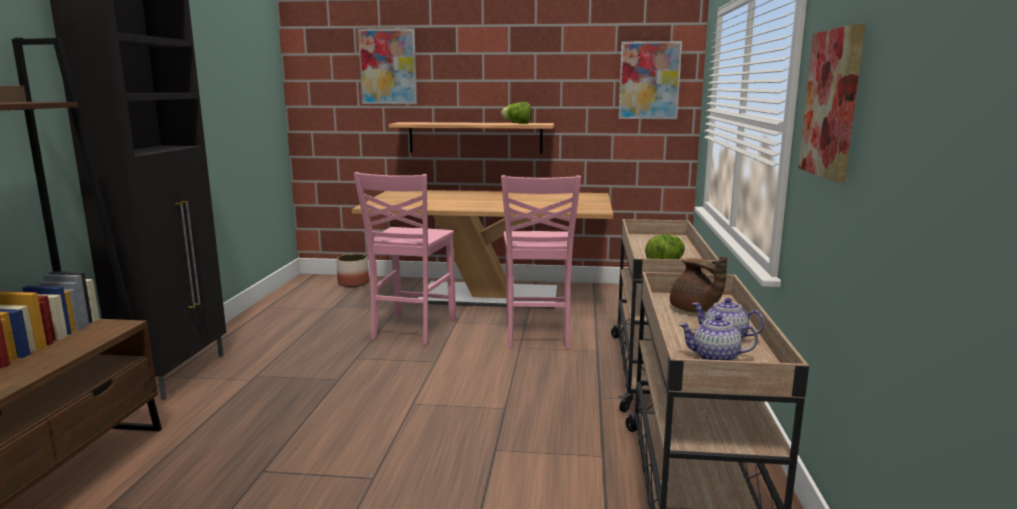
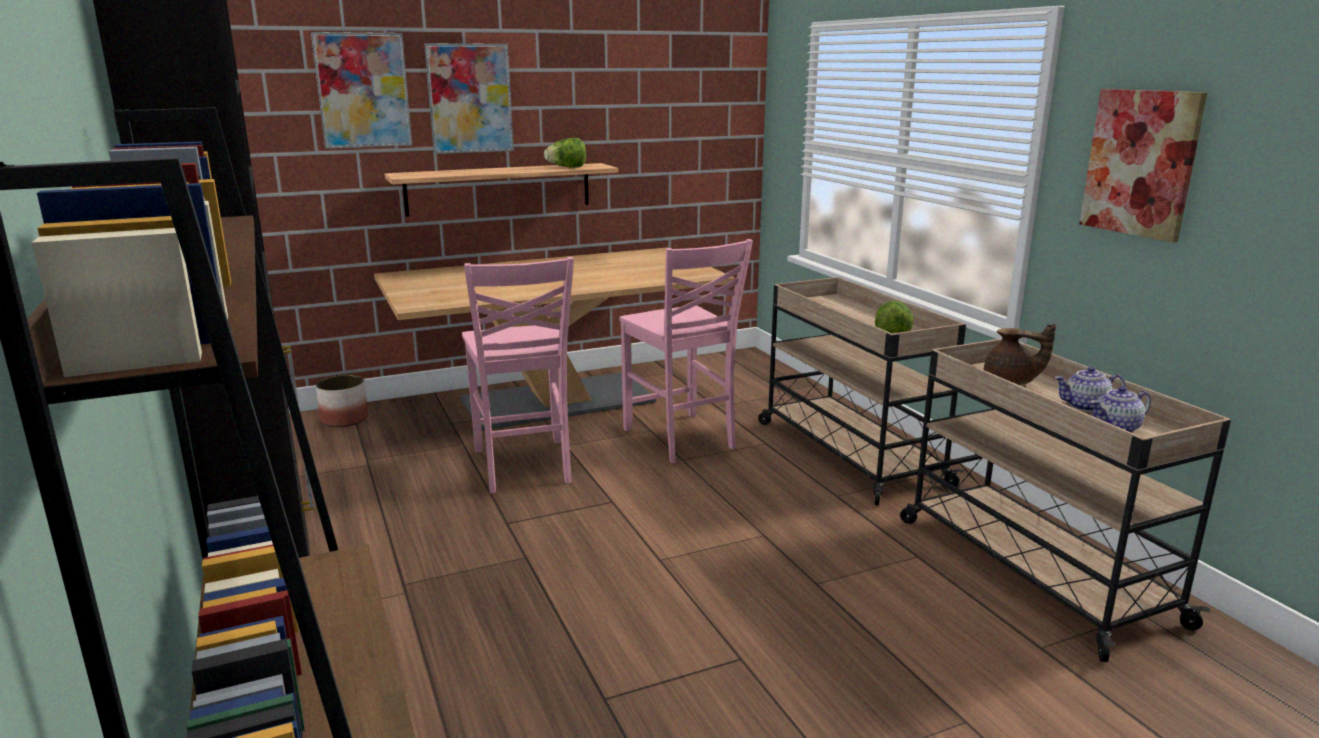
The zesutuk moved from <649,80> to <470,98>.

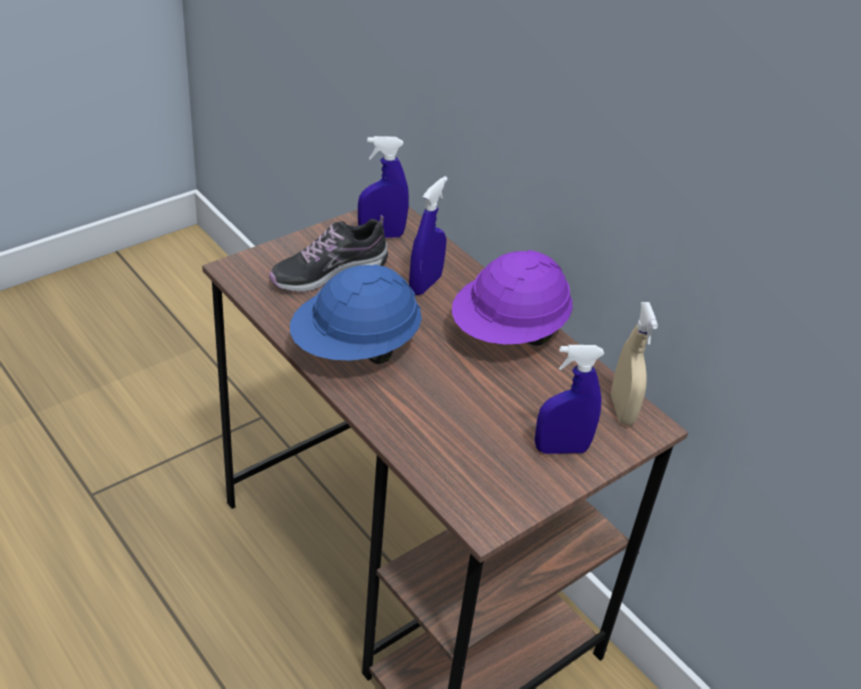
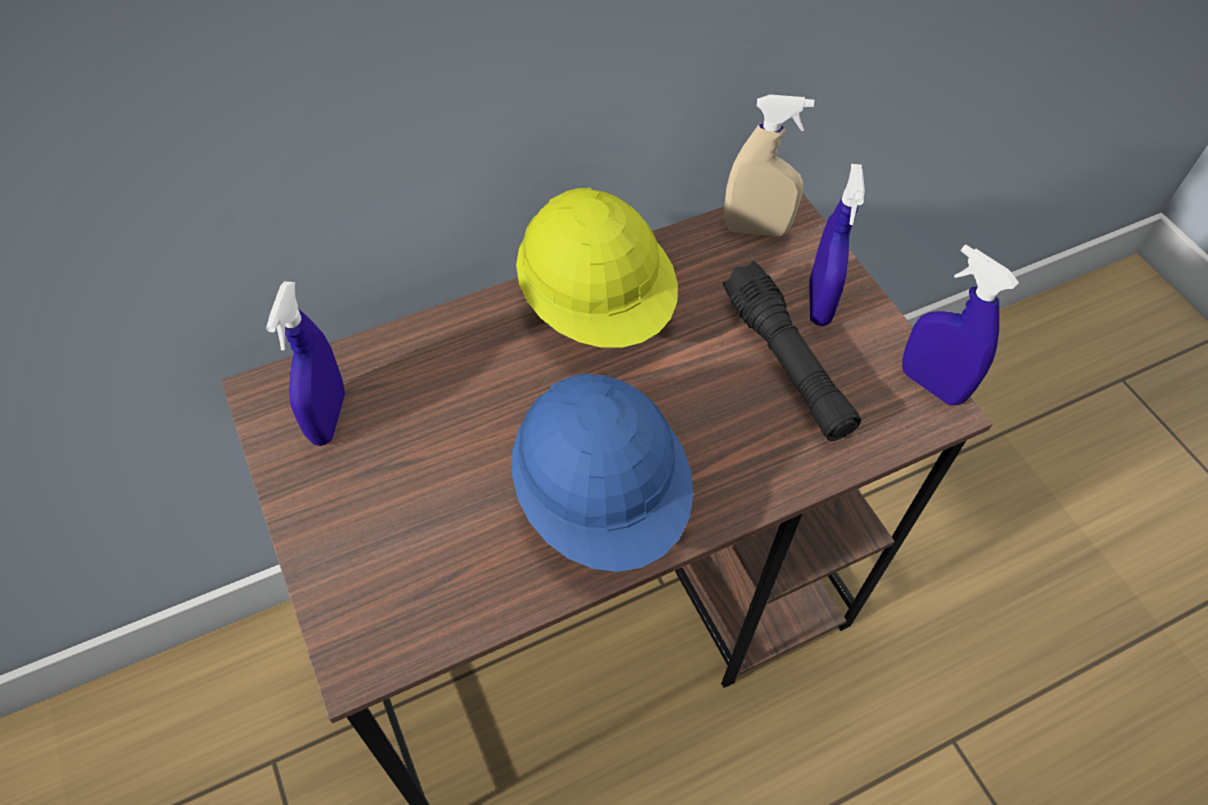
The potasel at <328,272> disappeared.
The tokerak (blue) moved from <425,284> to <931,384>.
The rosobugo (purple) at <508,332> became the rosobugo (yellow) at <597,306>.
The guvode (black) at <786,363> appeared.

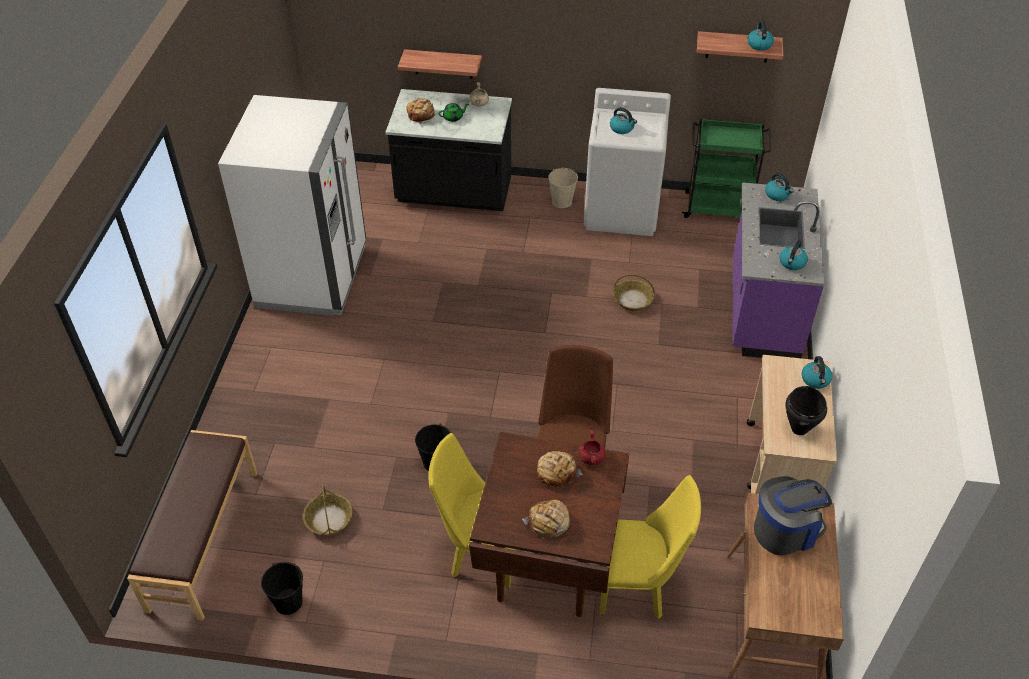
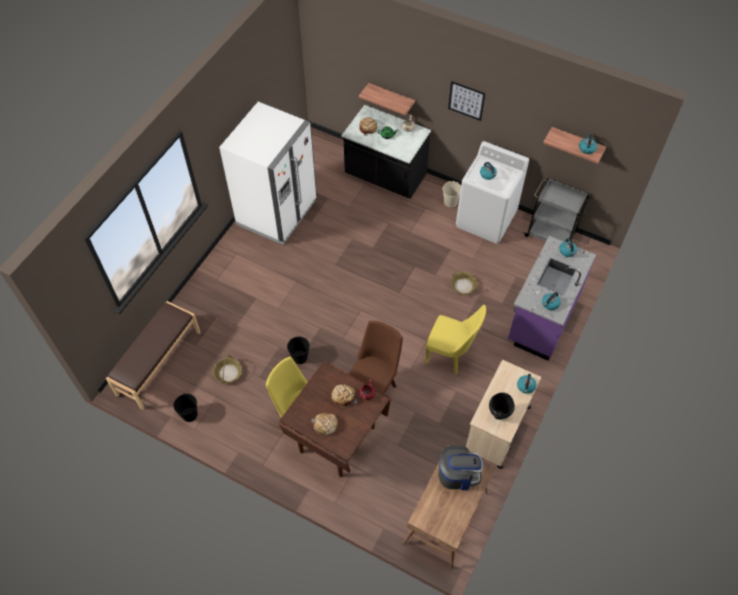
The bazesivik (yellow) moved from <637,587> to <451,355>.
The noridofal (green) at <718,207> became the noridofal (grey) at <551,235>.
The zesutuk at <466,100> appeared.

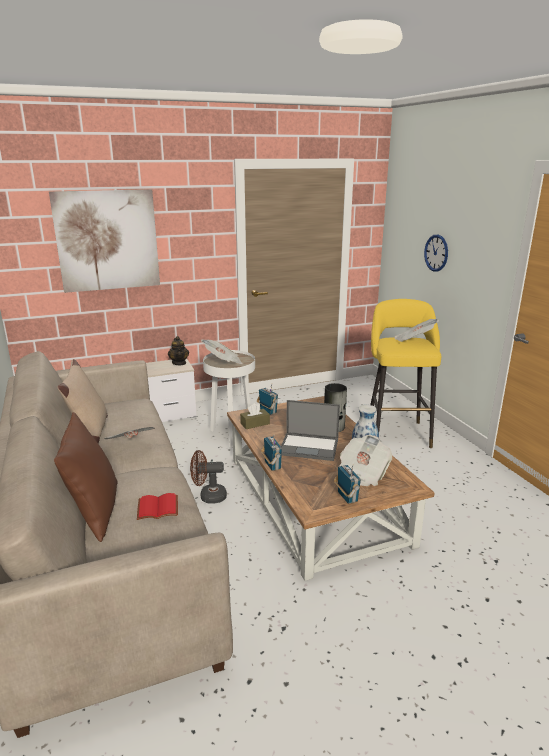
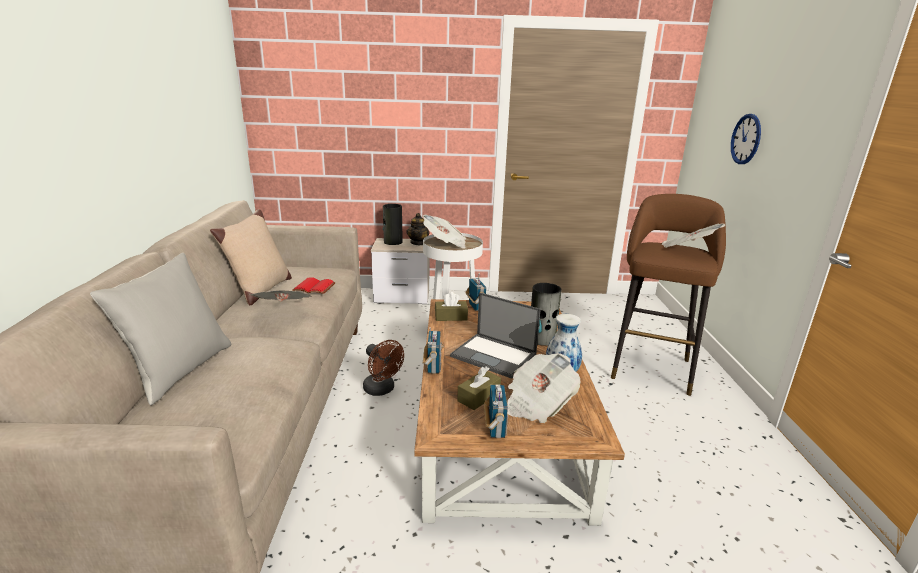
The zesutuk at <107,240> disappeared.
The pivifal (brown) at <94,512> became the pivifal (grey) at <180,371>.
The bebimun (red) moved from <157,509> to <313,288>.
The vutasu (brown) at <208,496> turned 150 degrees counterclockwise.
The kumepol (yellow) at <397,432> became the kumepol (brown) at <651,366>.
The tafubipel at <392,242> appeared.
The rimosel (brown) at <479,397> appeared.

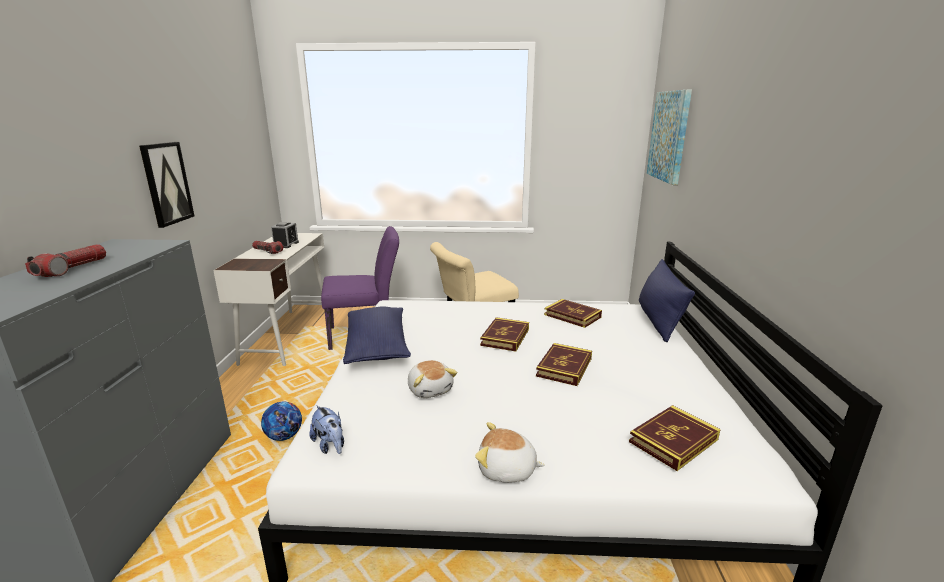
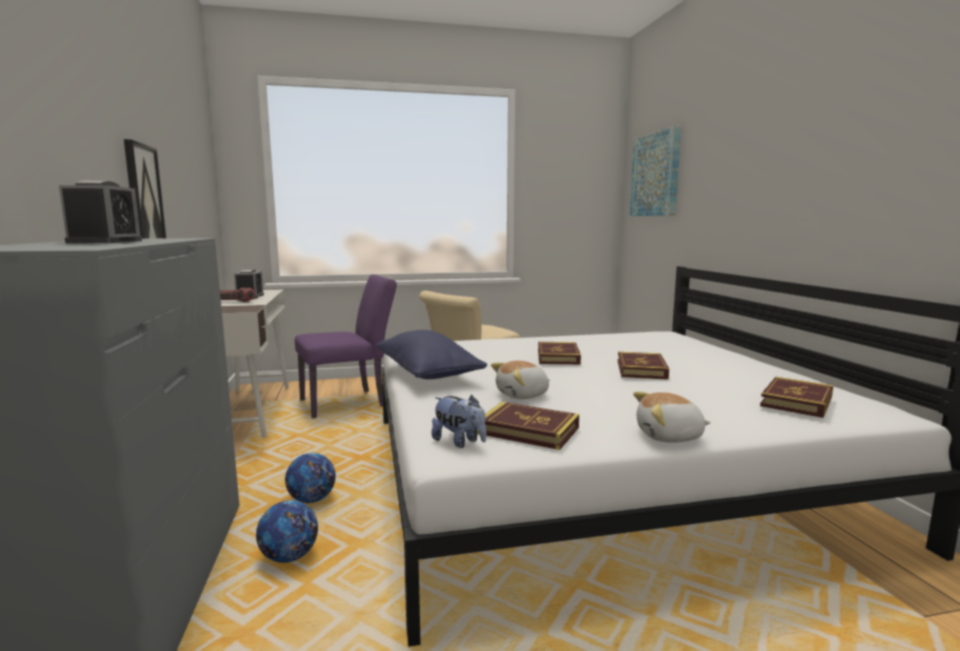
The guvode at <72,269> was replaced by the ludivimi at <105,242>.
The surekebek at <430,389> turned 105 degrees clockwise.
The bebimun moved from <572,316> to <528,430>.
The pivifal (blue) at <658,320> disappeared.
The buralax at <289,557> appeared.

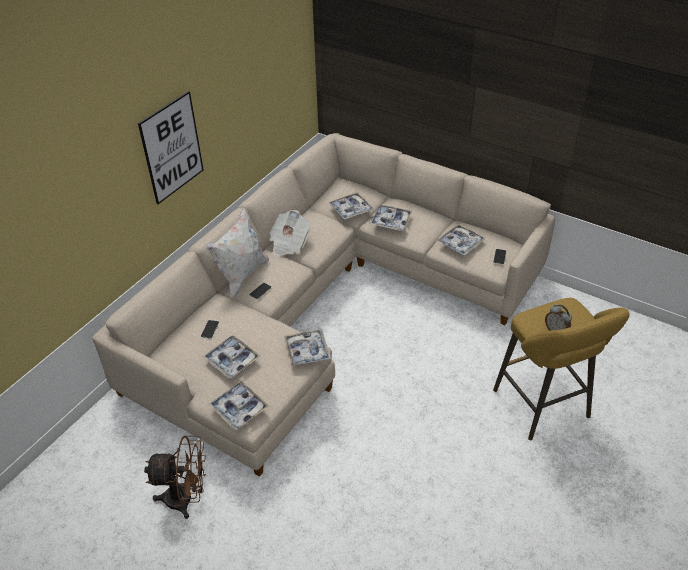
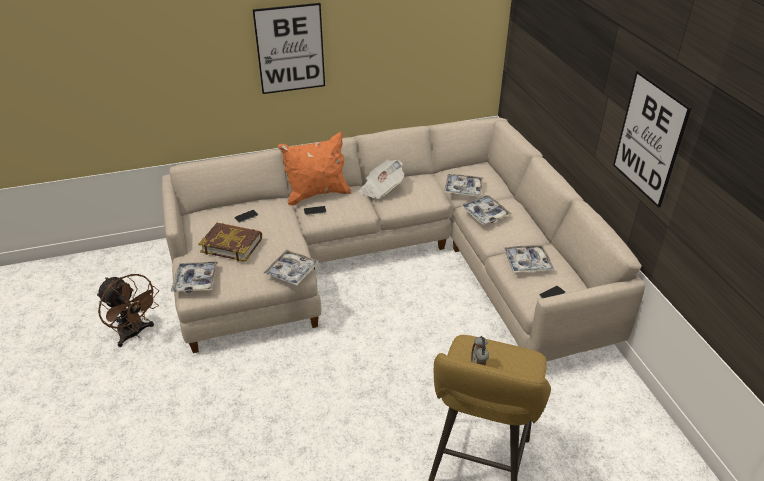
The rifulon at <232,360> was replaced by the bebimun at <232,245>.
The pivifal (white) at <242,276> became the pivifal (orange) at <317,194>.
The zesutuk at <649,139> appeared.

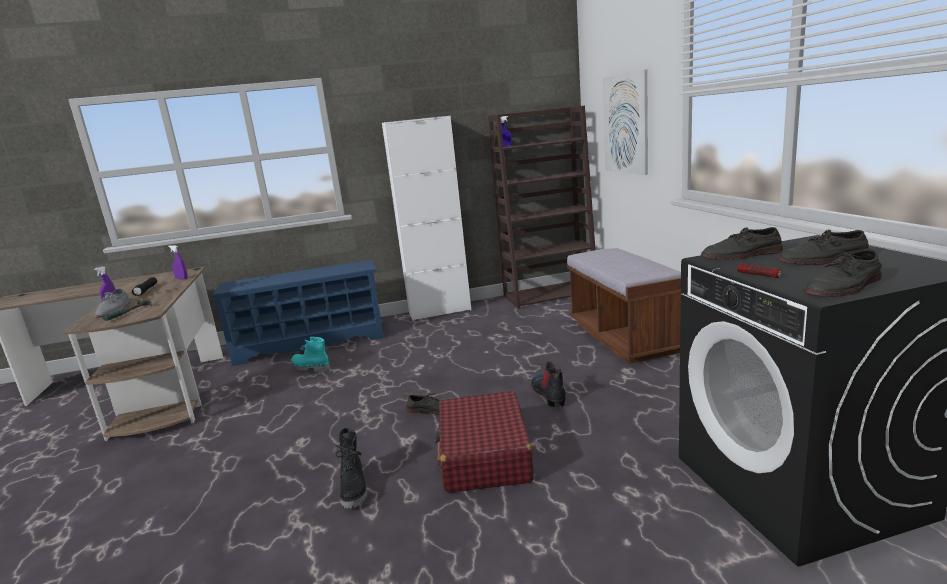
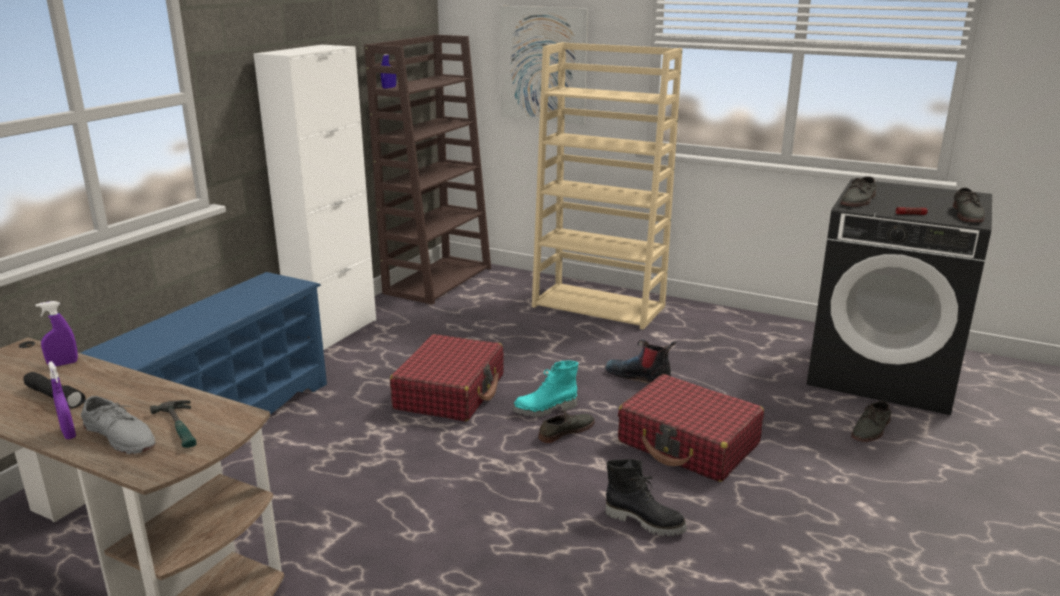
The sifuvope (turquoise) moved from <310,368> to <545,410>.
The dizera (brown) at <624,337> was replaced by the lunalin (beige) at <600,306>.
The potasel (grey) moved from <823,260> to <871,429>.
The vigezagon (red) at <450,392> appeared.

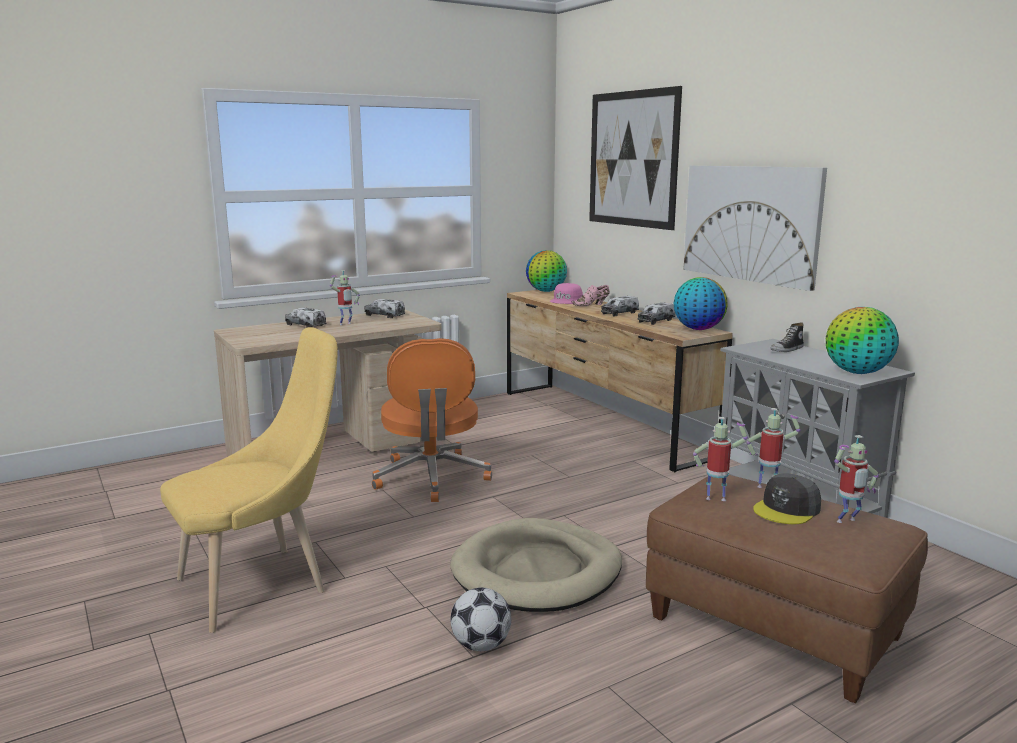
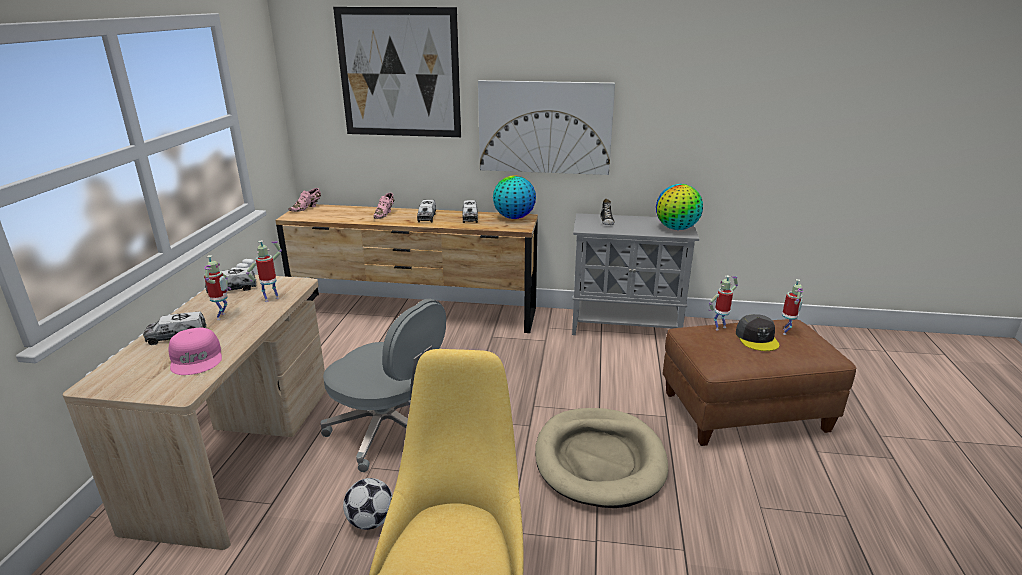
The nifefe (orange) at <431,478> became the nifefe (grey) at <389,431>.
The buralax moved from <481,645> to <370,521>.
The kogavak at <546,291> was replaced by the potasel (pink) at <307,208>.
The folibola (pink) moved from <567,300> to <197,358>.
The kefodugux moved from <716,498> to <271,298>.

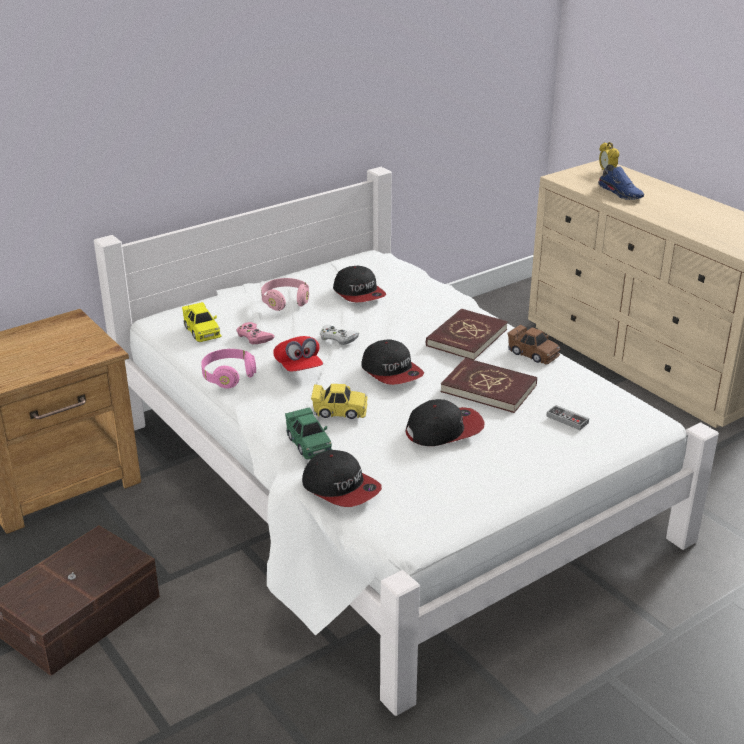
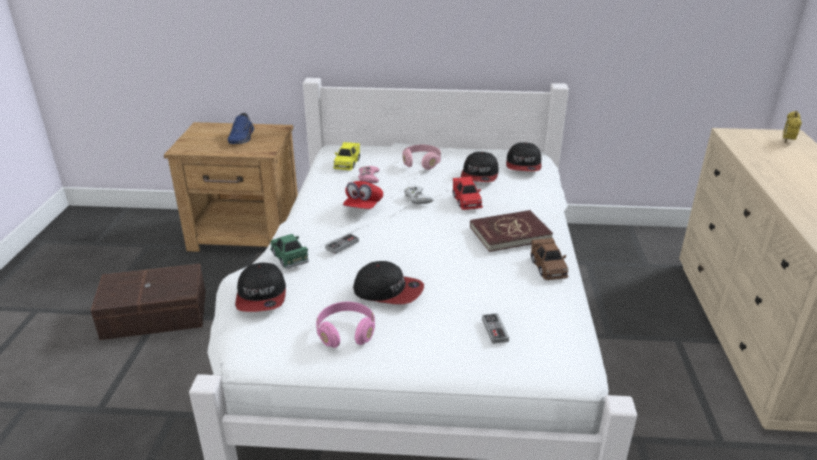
The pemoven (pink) moved from <228,376> to <346,333>.
The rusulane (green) at <309,443> turned 135 degrees clockwise.
The rusulane (yellow) at <340,411> was replaced by the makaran at <342,245>.
The folibola moved from <392,371> to <523,165>.
The bebimun (red) at <489,388> disappeared.
The potasel (blue) moved from <621,193> to <242,138>.
The rusulane (red) at <466,201> appeared.

